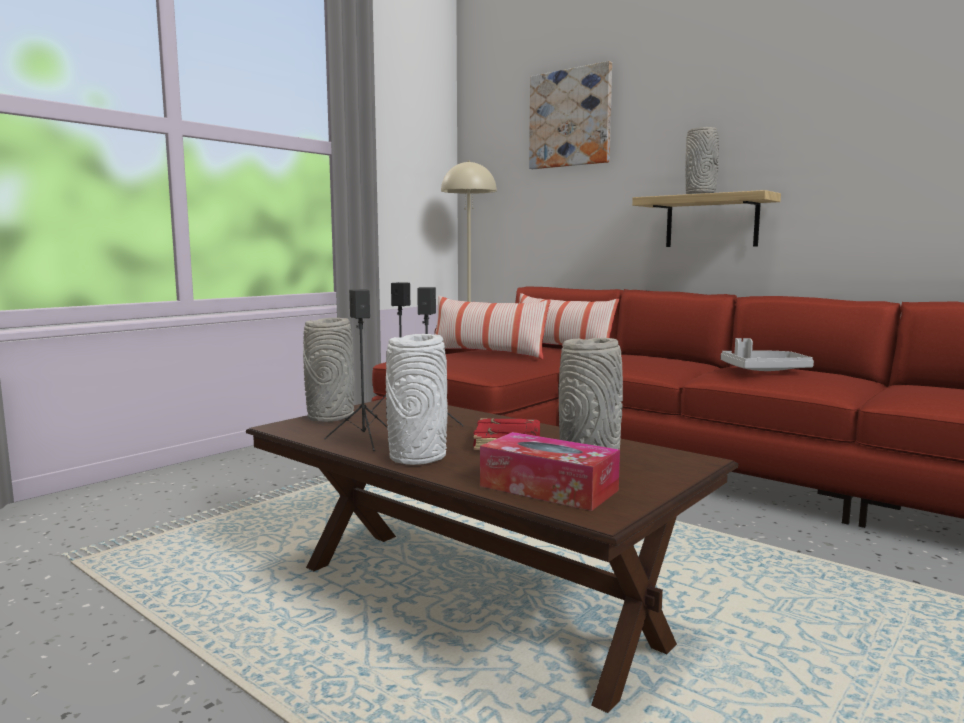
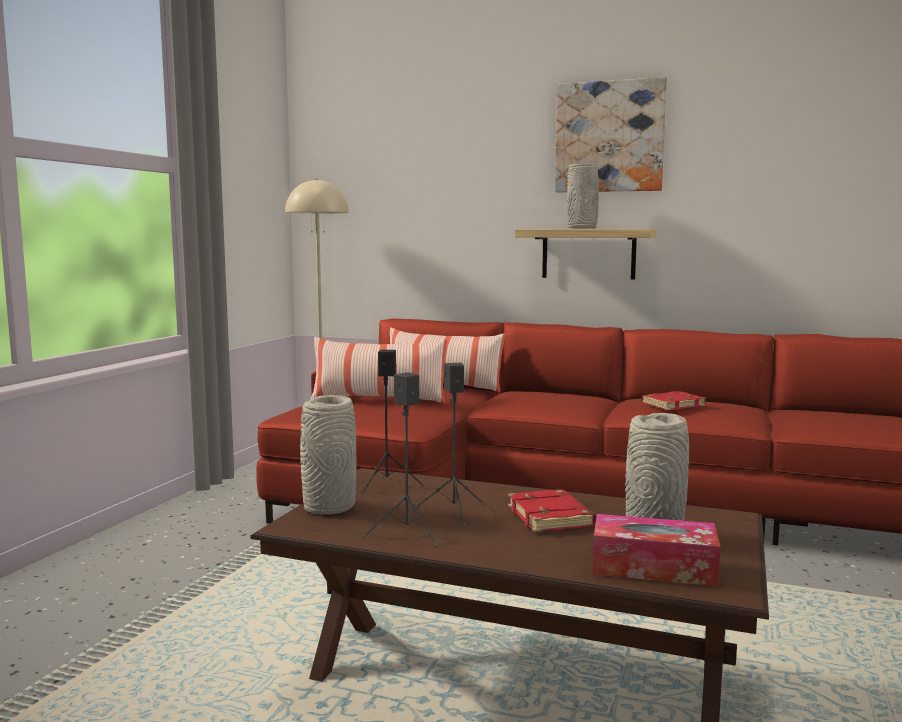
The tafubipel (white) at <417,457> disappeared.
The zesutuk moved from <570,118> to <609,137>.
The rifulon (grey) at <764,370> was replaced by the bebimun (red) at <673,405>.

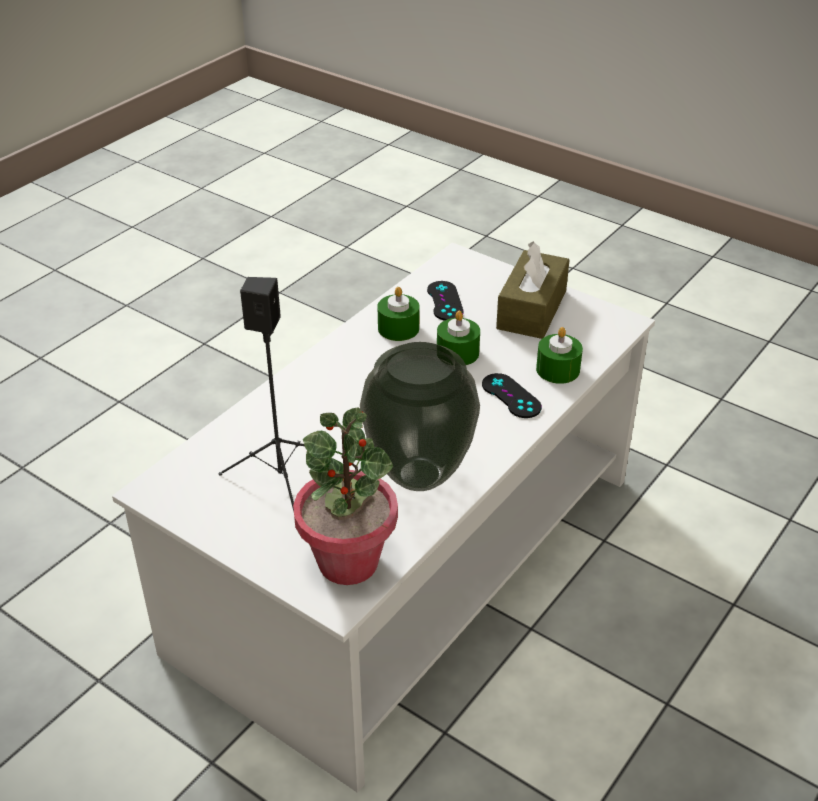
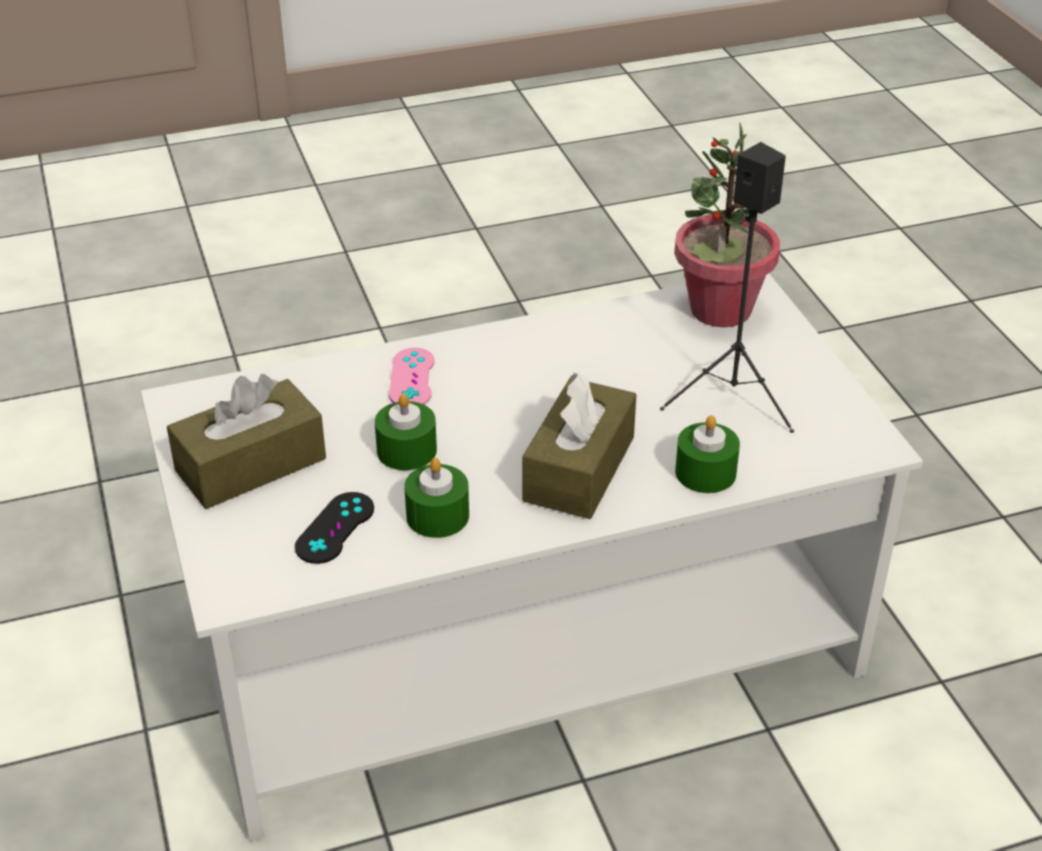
The tafubipel at <421,475> disappeared.
The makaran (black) at <511,396> became the makaran (pink) at <412,378>.
The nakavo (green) moved from <558,370> to <705,472>.
The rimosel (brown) at <579,469> appeared.

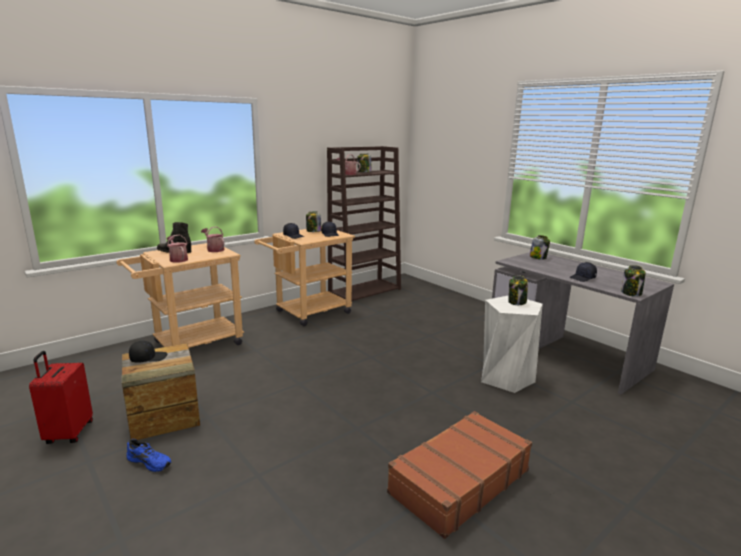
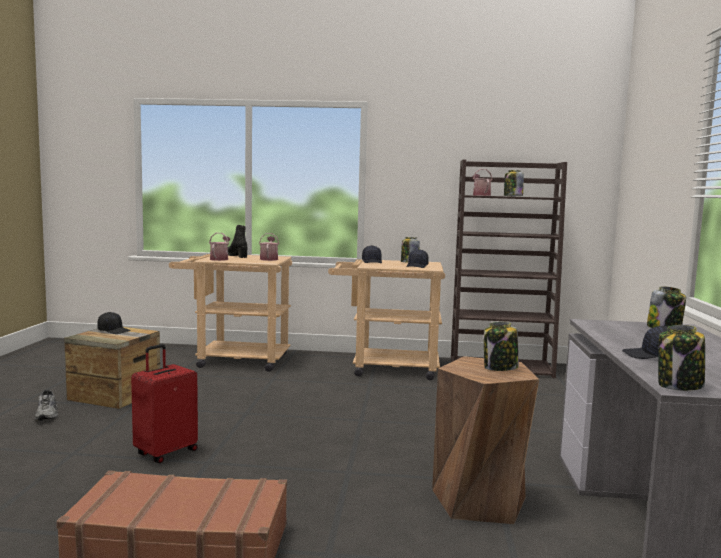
The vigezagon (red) moved from <68,433> to <165,452>.
The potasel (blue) at <150,461> became the potasel (grey) at <48,414>.
The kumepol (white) at <505,377> became the kumepol (brown) at <479,500>.

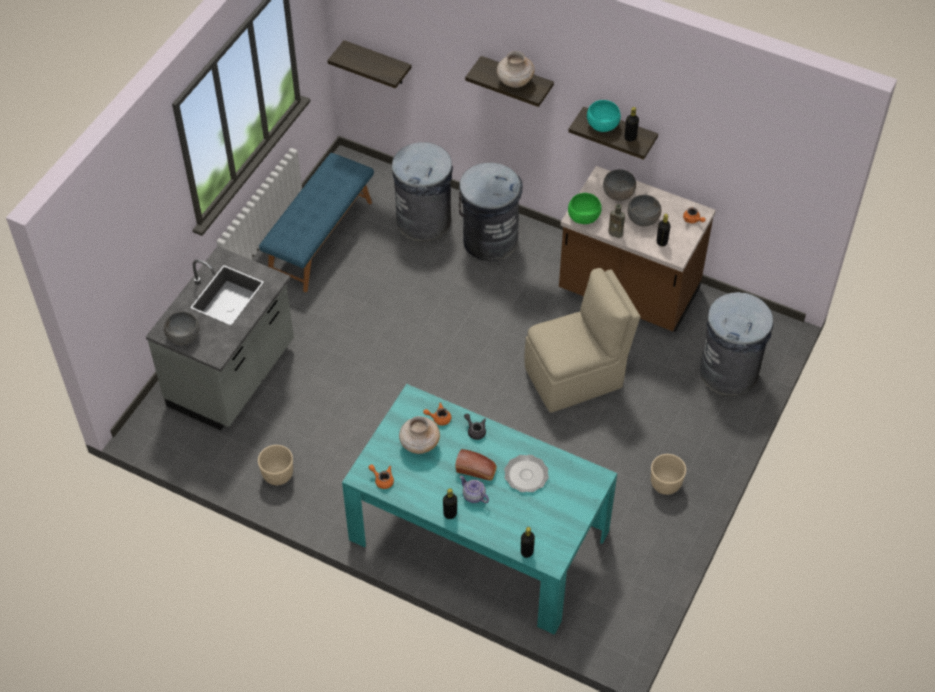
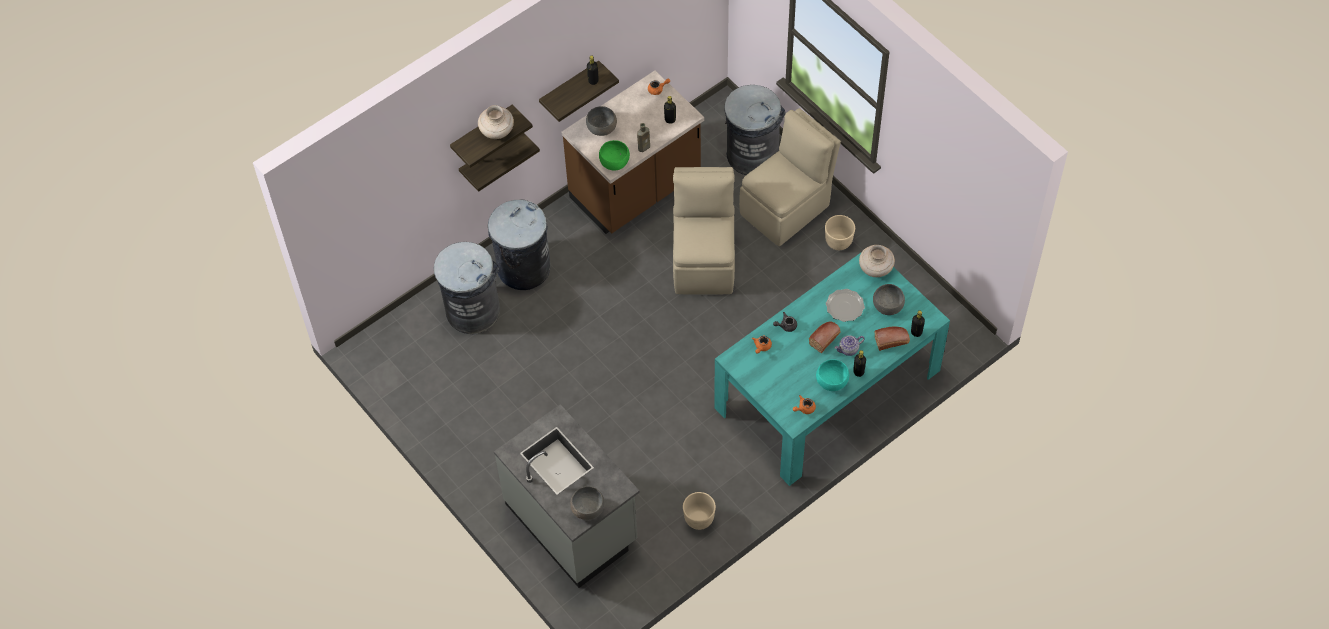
The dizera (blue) at <320,238> disappeared.
The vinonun moved from <378,63> to <490,157>.
The tafubipel (beige) moved from <419,444> to <875,269>.
The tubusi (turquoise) moved from <602,125> to <831,381>.
The tubusi (grey) moved from <643,219> to <888,306>.
The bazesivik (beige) at <786,208> appeared.
The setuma at <892,341> appeared.

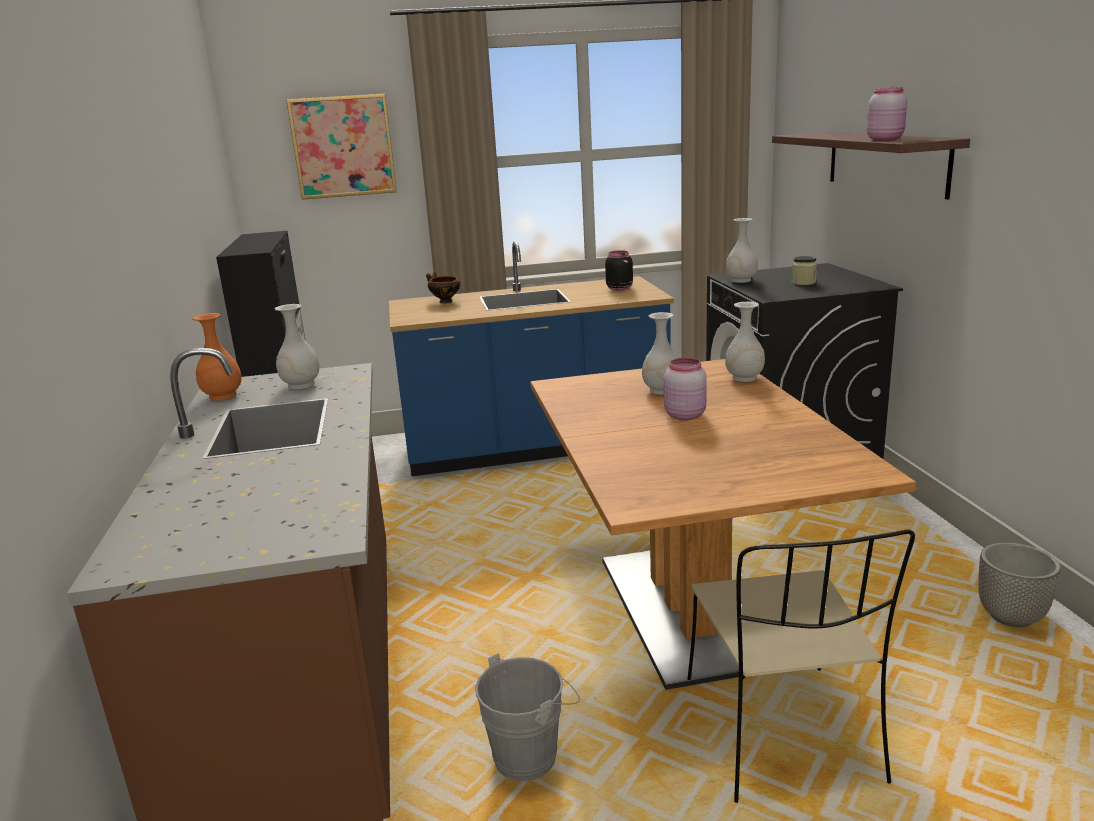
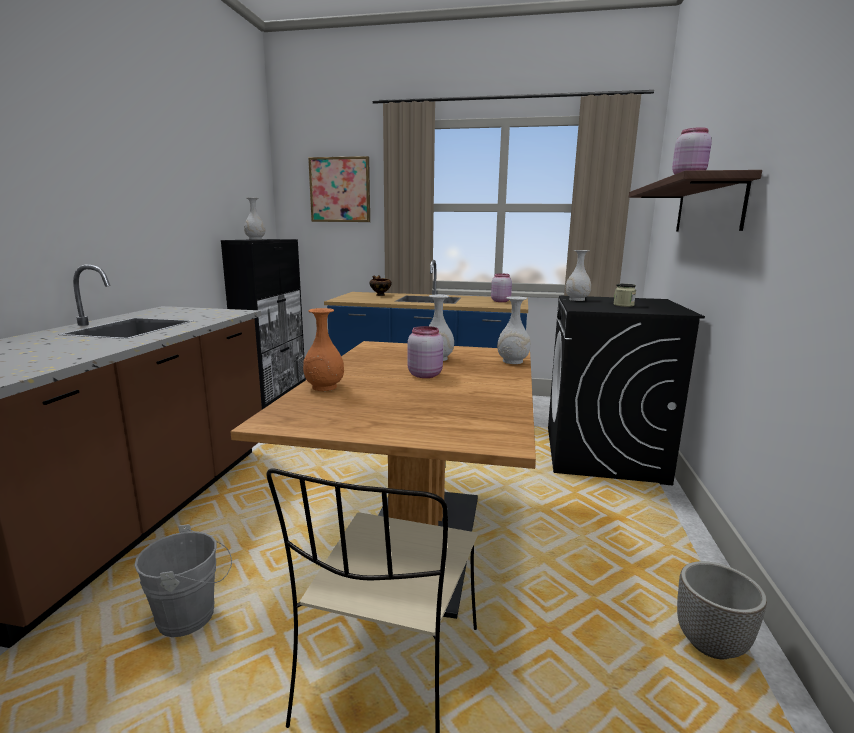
The tafubipel (orange) moved from <222,396> to <324,387>.
The tafubipel (white) moved from <301,385> to <255,239>.
The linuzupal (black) at <619,288> became the linuzupal (pink) at <500,301>.

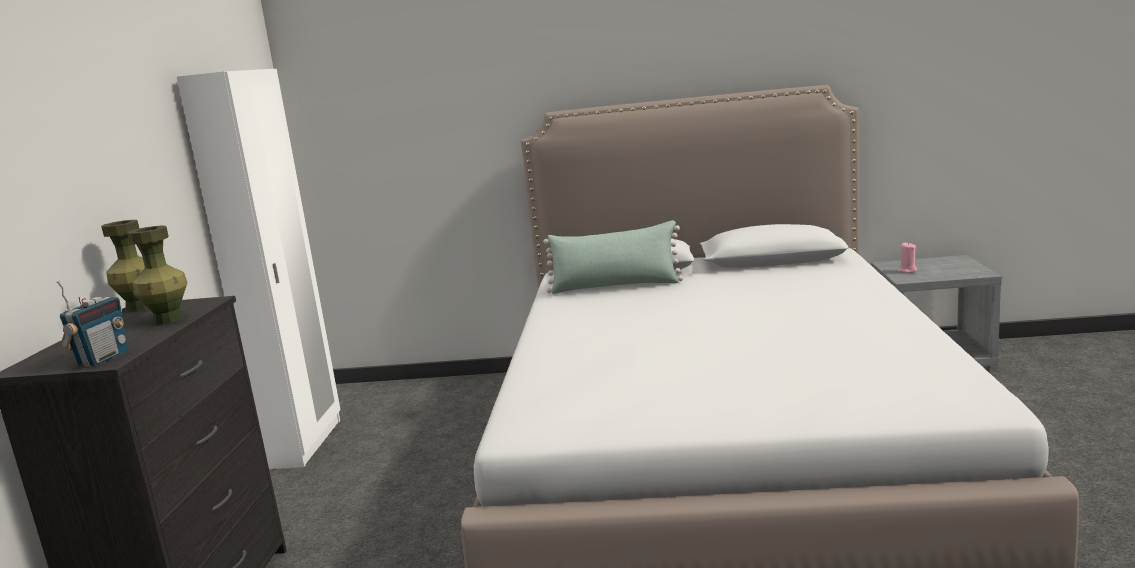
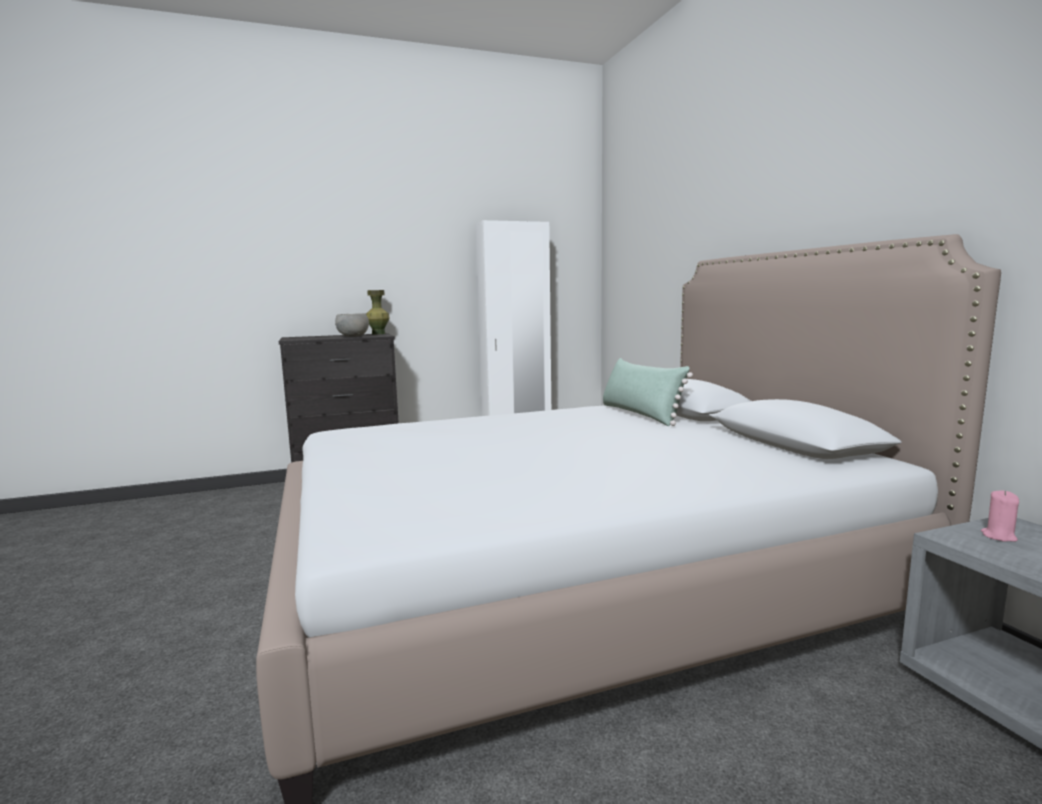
The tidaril at <103,359> disappeared.
The tafubipel (green) at <169,320> was replaced by the tubusi (grey) at <353,336>.

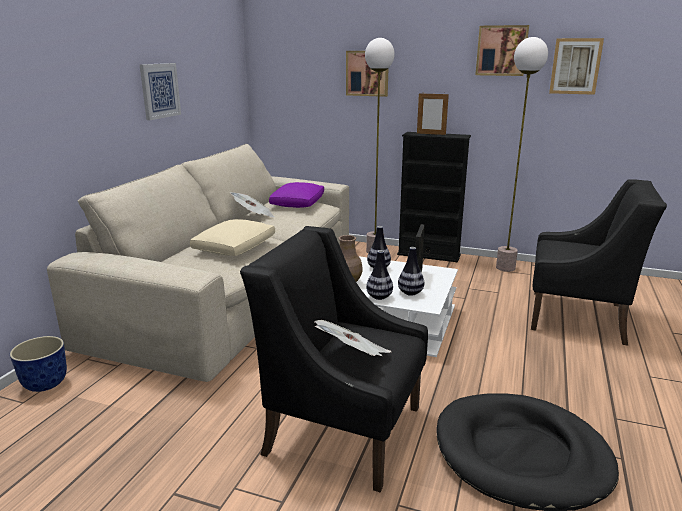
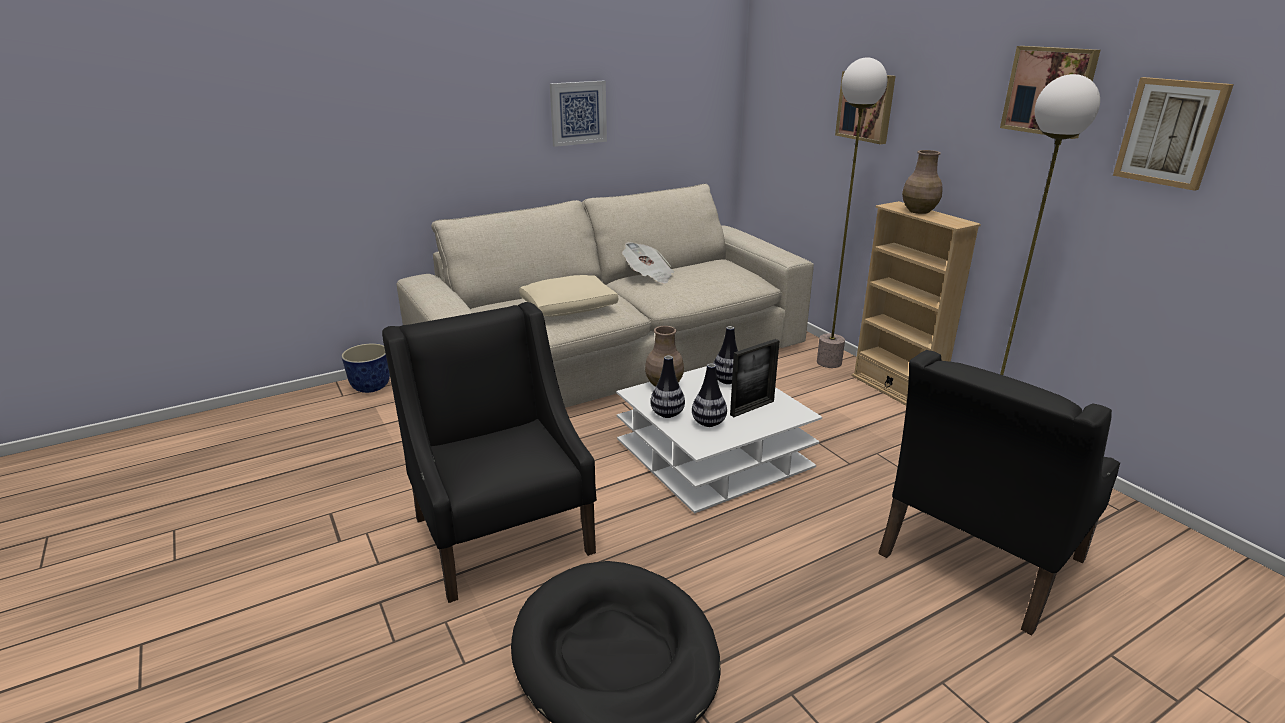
The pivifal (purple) at <298,203> disappeared.
The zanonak at <353,356> disappeared.
The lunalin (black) at <428,255> became the lunalin (beige) at <895,390>.
The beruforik at <431,134> was replaced by the tafubipel (brown) at <919,211>.
The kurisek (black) at <578,317> turned 75 degrees clockwise.

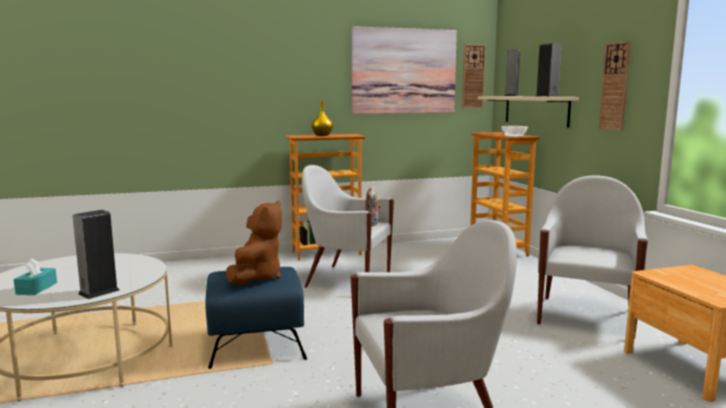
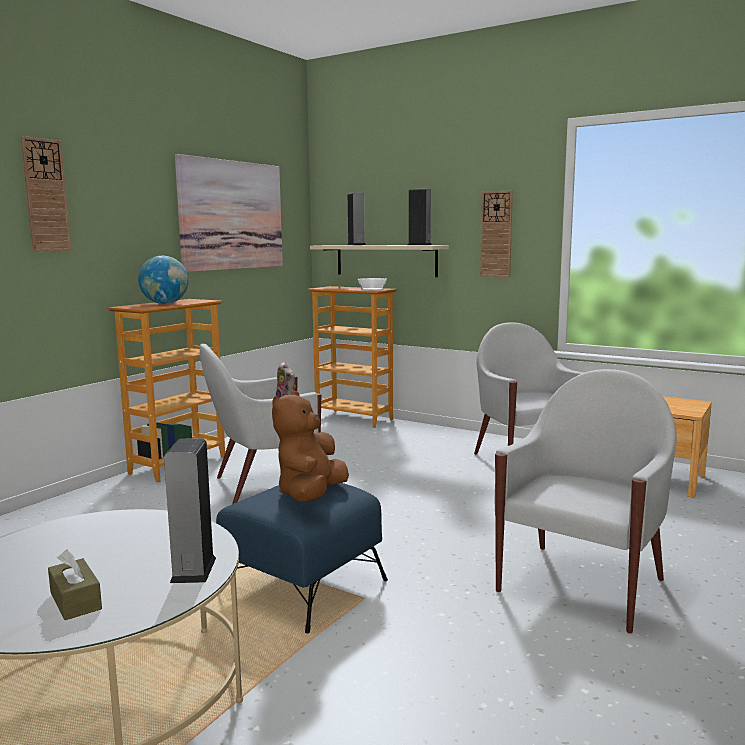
The rimosel (turquoise) at <36,288> became the rimosel (brown) at <75,601>.
The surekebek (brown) at <257,277> turned 135 degrees counterclockwise.
The tafubipel (yellow) at <322,135> was replaced by the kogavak at <165,304>.
The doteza moved from <473,76> to <45,195>.

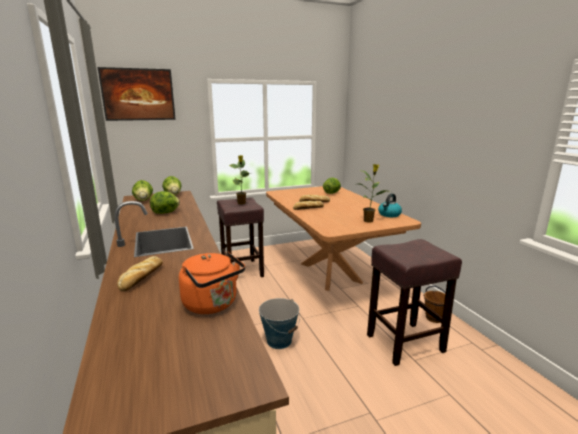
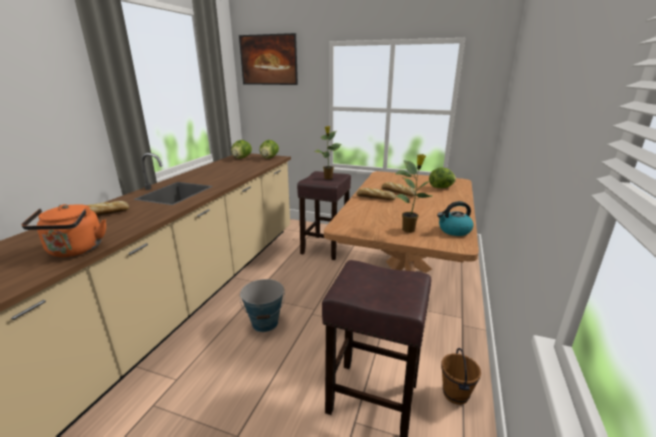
The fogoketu at <166,213> disappeared.

